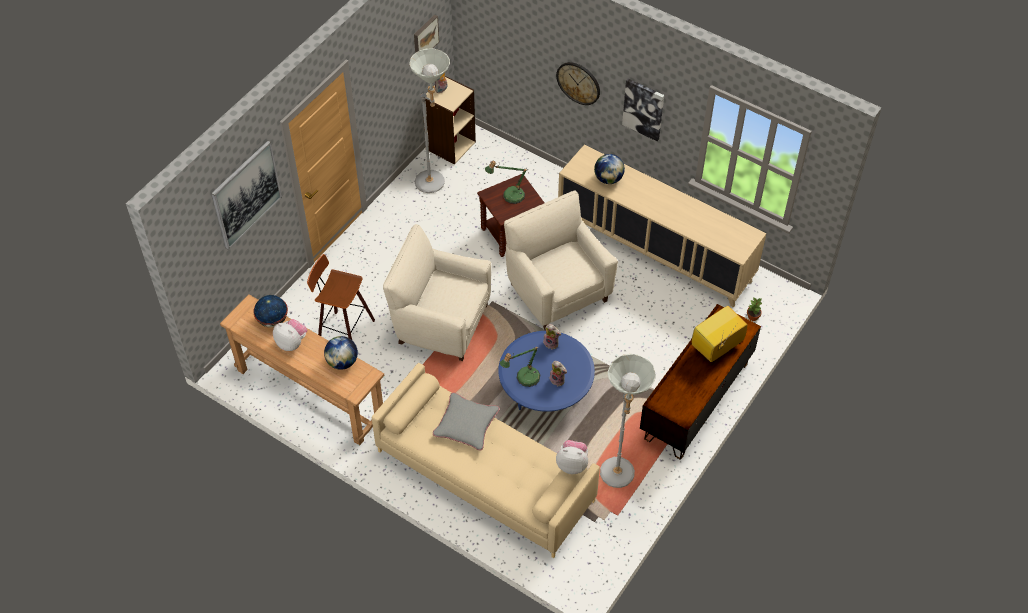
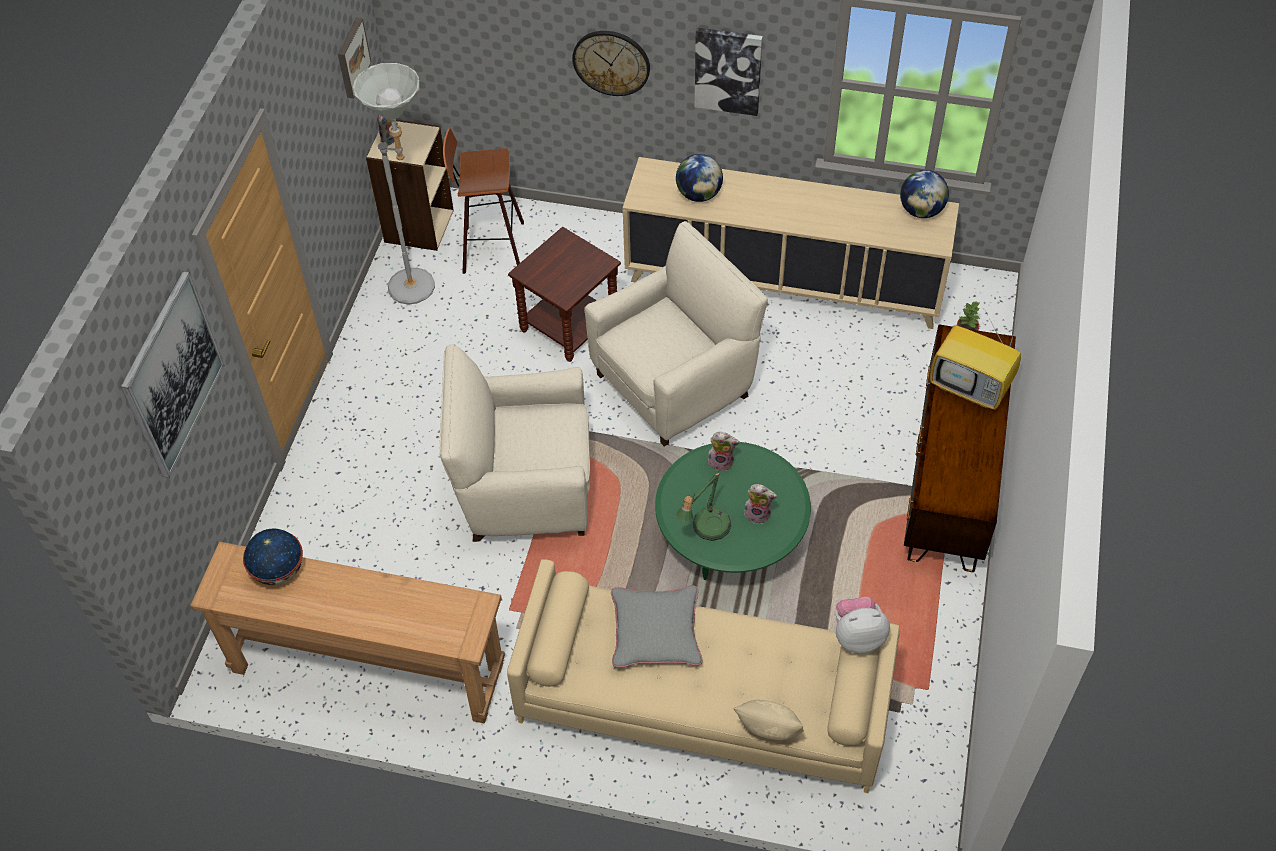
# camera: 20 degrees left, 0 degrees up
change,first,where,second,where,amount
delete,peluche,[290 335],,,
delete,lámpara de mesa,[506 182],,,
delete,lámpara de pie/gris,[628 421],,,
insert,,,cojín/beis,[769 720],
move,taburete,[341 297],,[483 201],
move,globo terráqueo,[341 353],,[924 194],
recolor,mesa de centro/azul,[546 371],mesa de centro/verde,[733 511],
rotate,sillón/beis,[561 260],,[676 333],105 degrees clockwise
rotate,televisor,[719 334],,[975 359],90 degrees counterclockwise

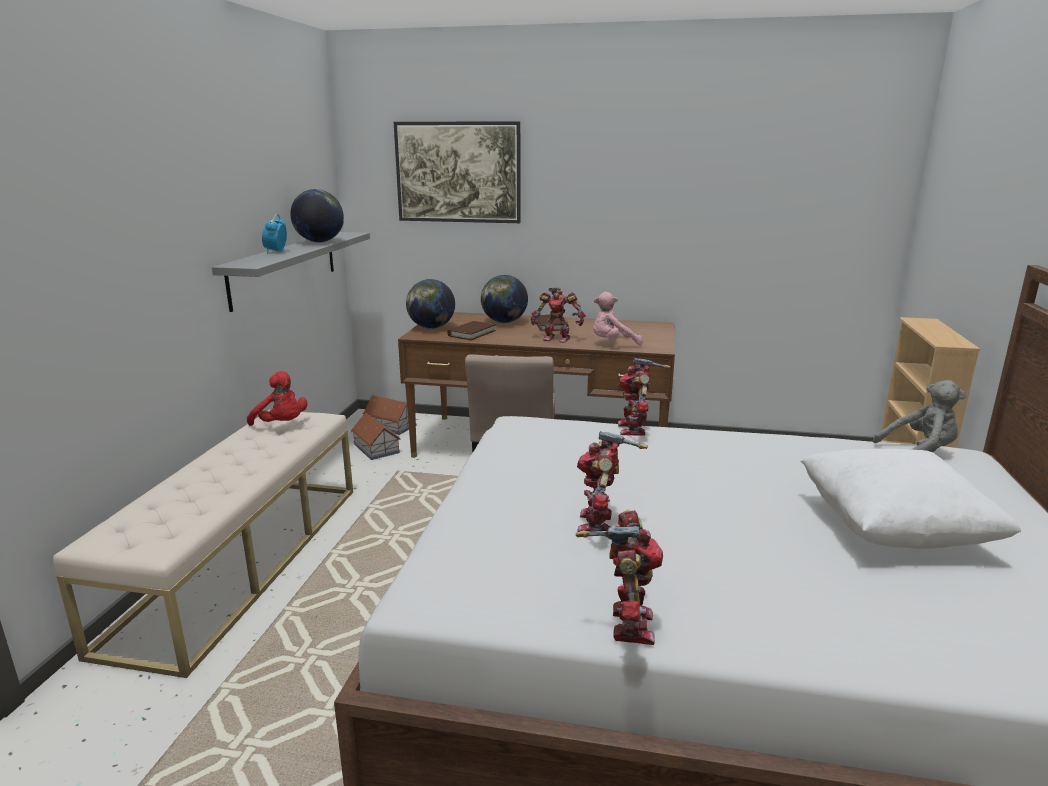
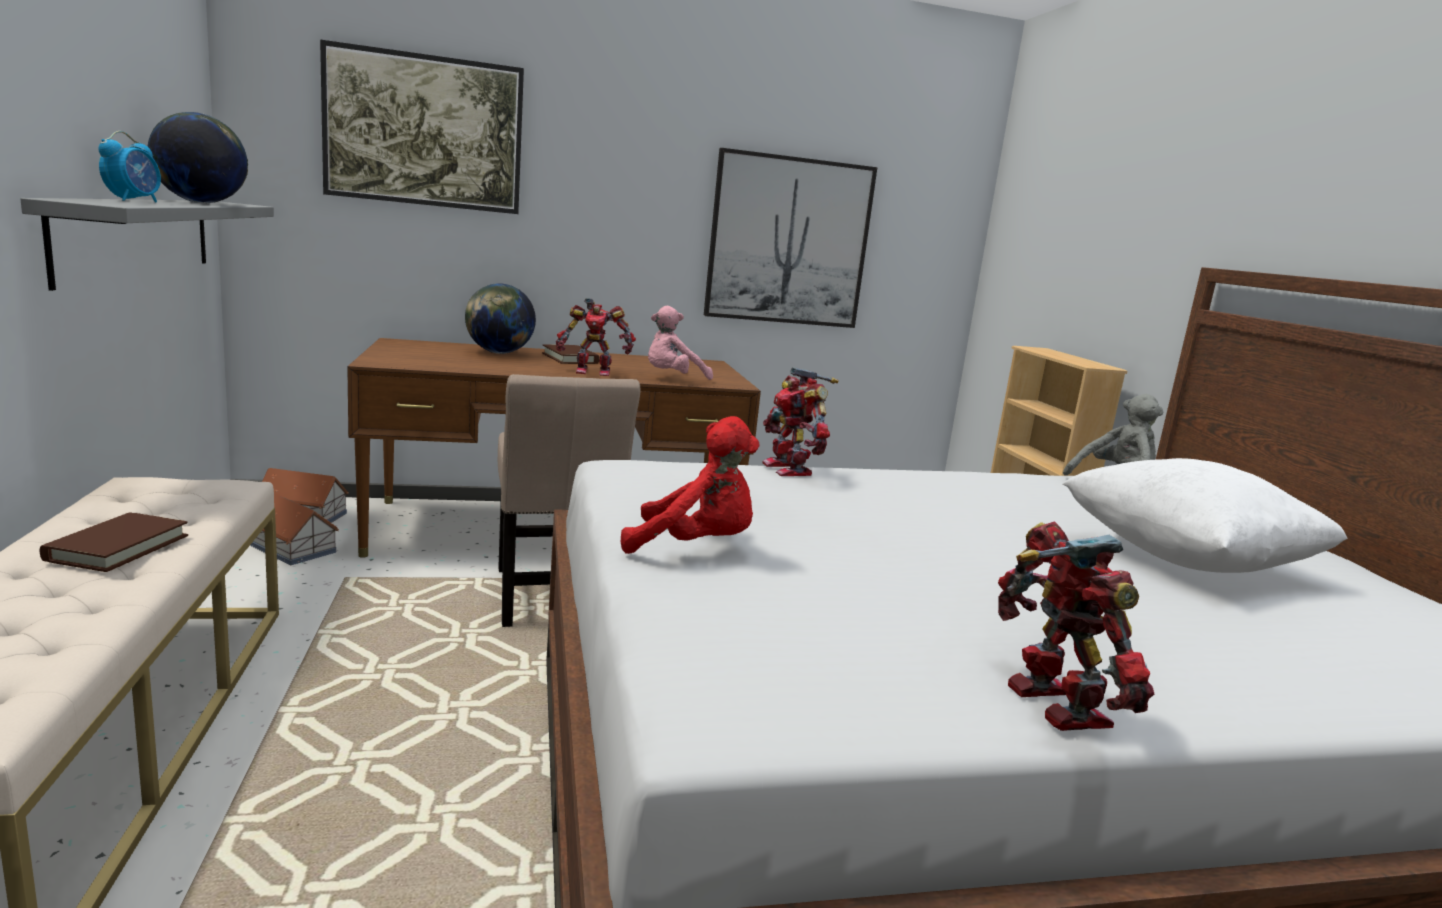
# camera: 25 degrees left, 5 degrees down
change,first,where,second,where,amount
delete,globo terráqueo,[430 304],,,
delete,robot de juguete,[612 481],,,
insert,,,cuadro,[791 238],
move,peluche/rojo,[277 398],,[690 485],
move,libro/marrón,[471 330],,[114 542],
rotate,despertador,[274 234],,[129 167],150 degrees counterclockwise

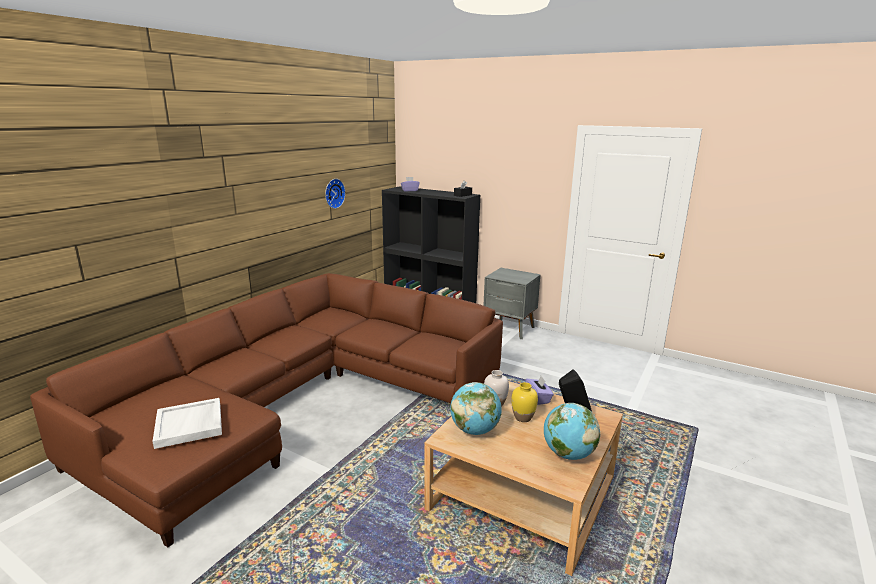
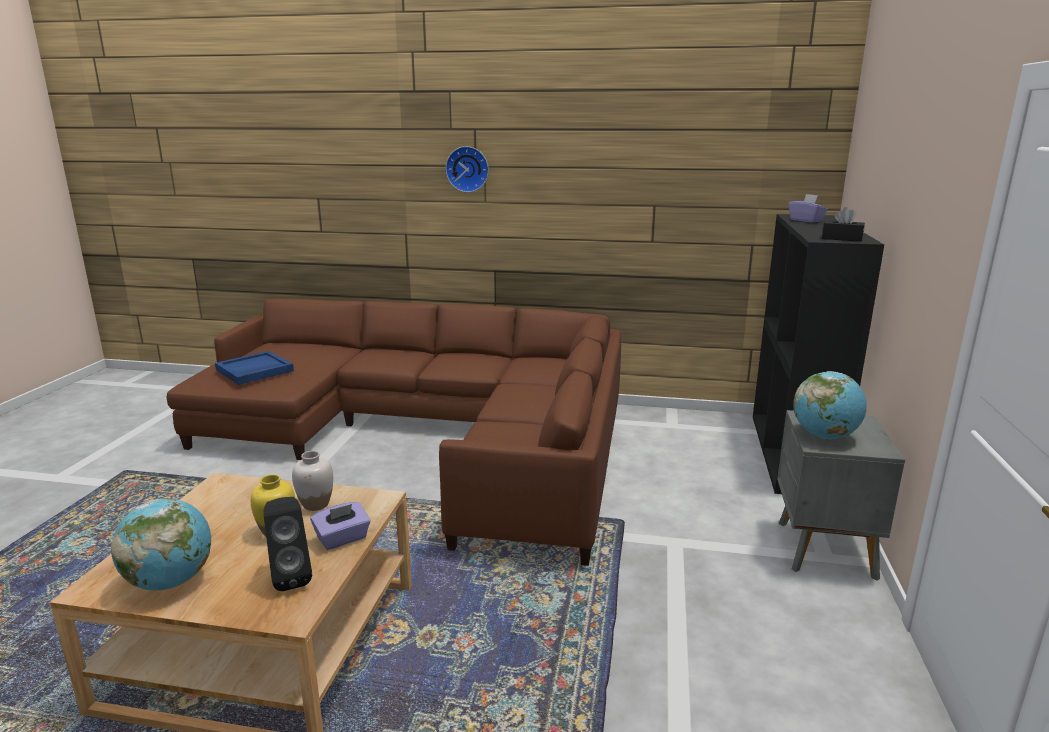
# camera: 70 degrees right, 0 degrees up
change,first,where,second,where,amount
move,reloj de pared,[335 194],,[467 169],
move,globo terráqueo,[476 408],,[830 405],
recolor,bandeja/blanco,[187 423],bandeja/azul,[254 368],

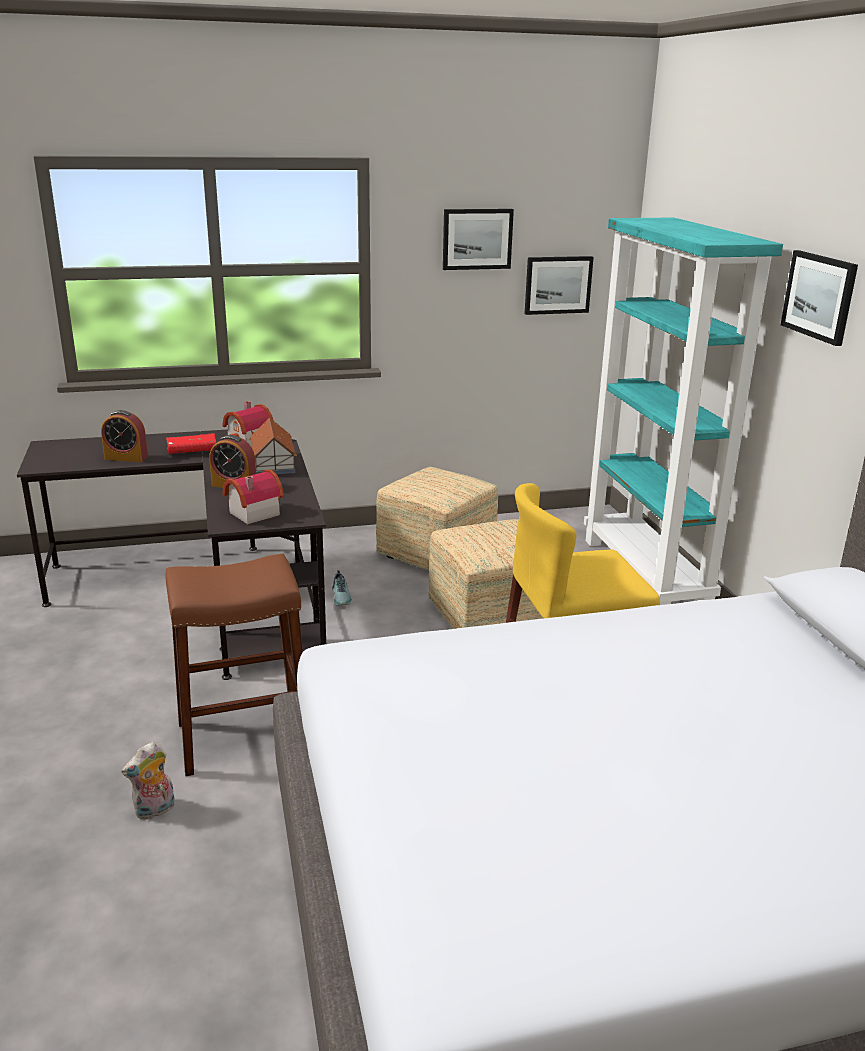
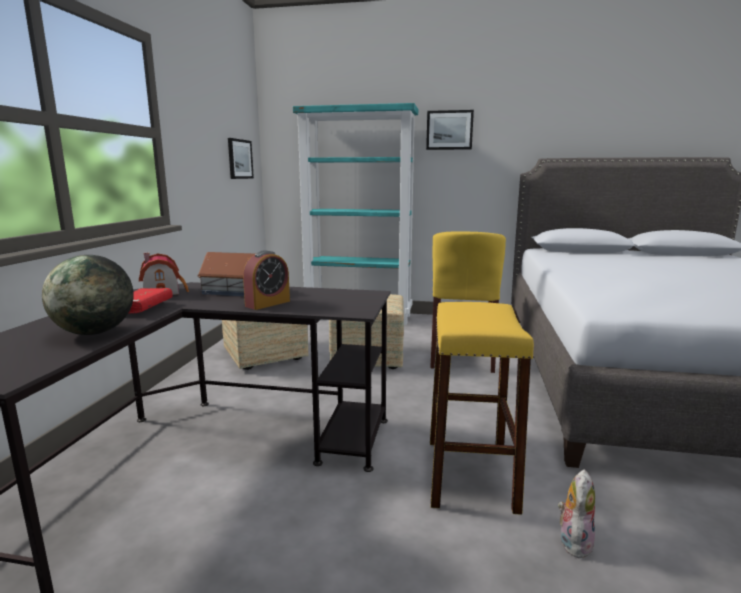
# camera: 65 degrees left, 10 degrees down
change,first,where,second,where,amount
delete,casita,[253 497],,,
delete,zapato,[342 588],,,
delete,cuadro,[478 239],,,
replace,despertador,[124 436],globo terráqueo,[88 295],
recolor,taburete/marrón,[234 665],taburete/amarillo,[482 408],
rotate,peluche,[148 780],,[576 515],135 degrees counterclockwise

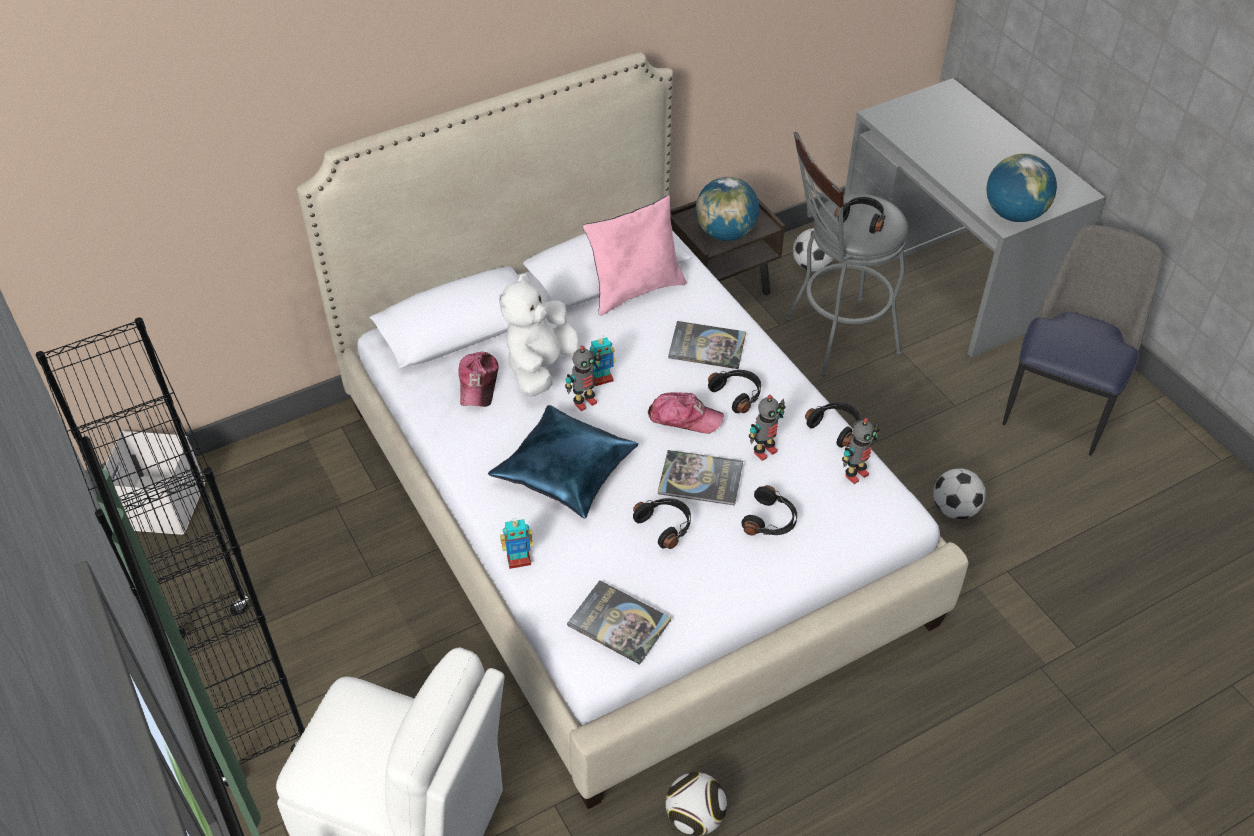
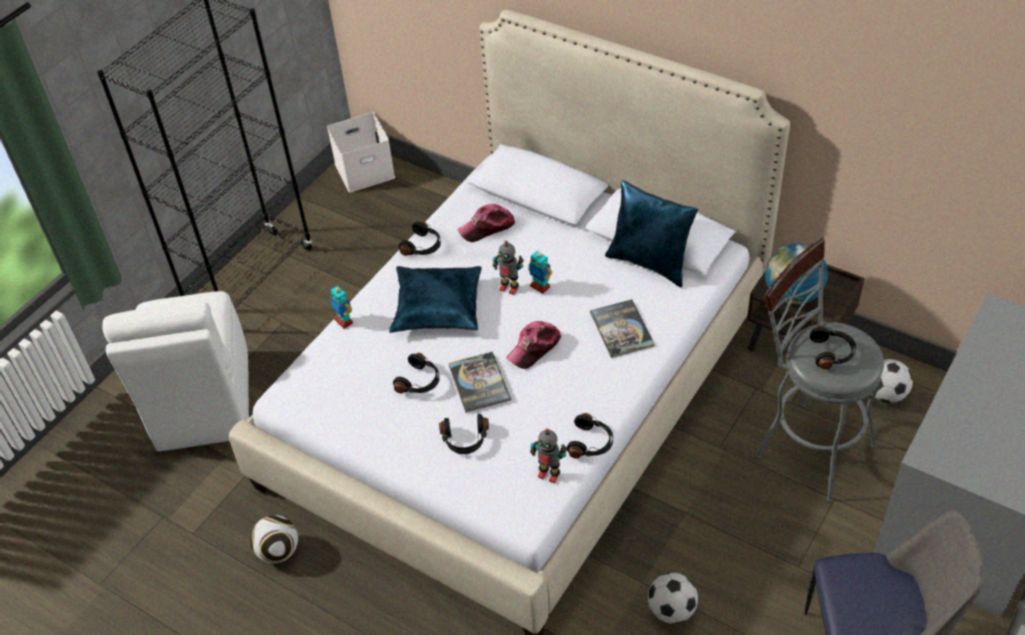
# camera: 65 degrees right, 0 degrees up
change,first,where,second,where,amount
delete,peluche/blanco,[539 335],,,
delete,libro,[619 622],,,
delete,robot de juguete,[767 428],,,
delete,globo terráqueo,[1021 188],,,
move,auriculares/negro,[734 391],,[420 238],
recolor,cojín/rosa,[635 255],cojín/azul,[651 234],
rotate,gorra,[686 412],,[533 345],60 degrees clockwise

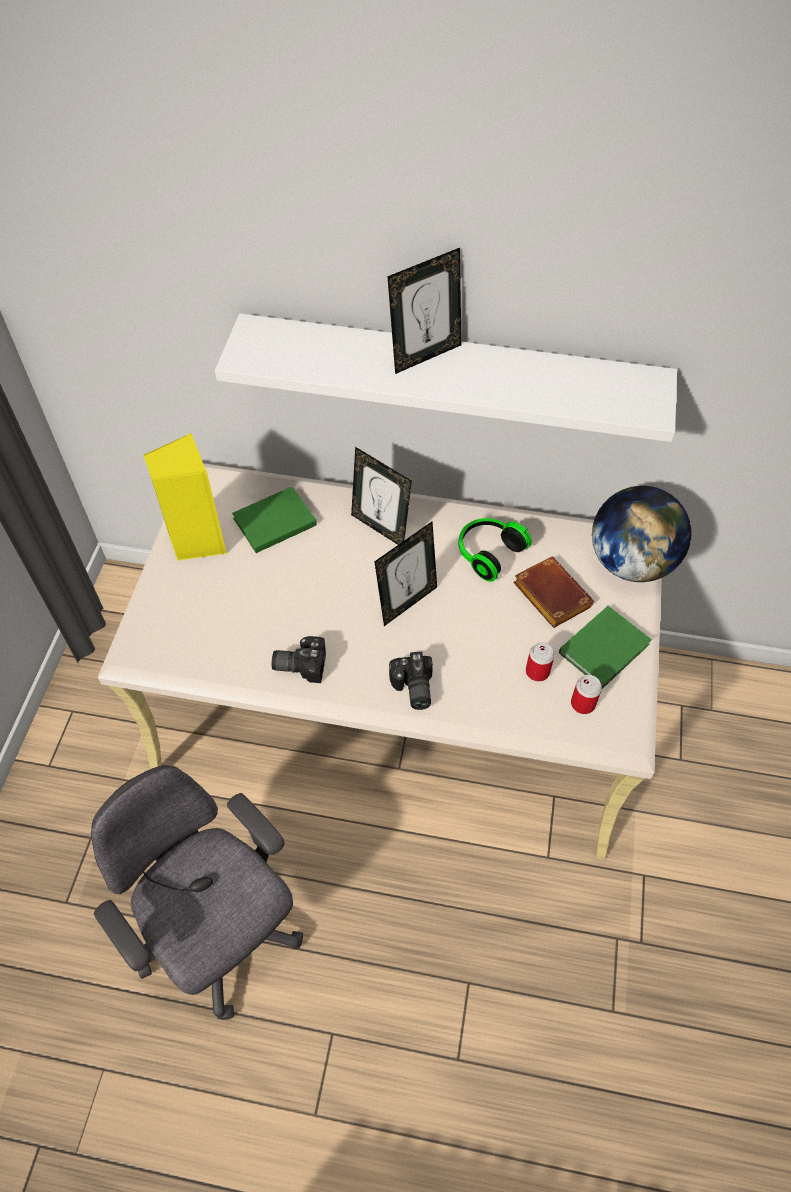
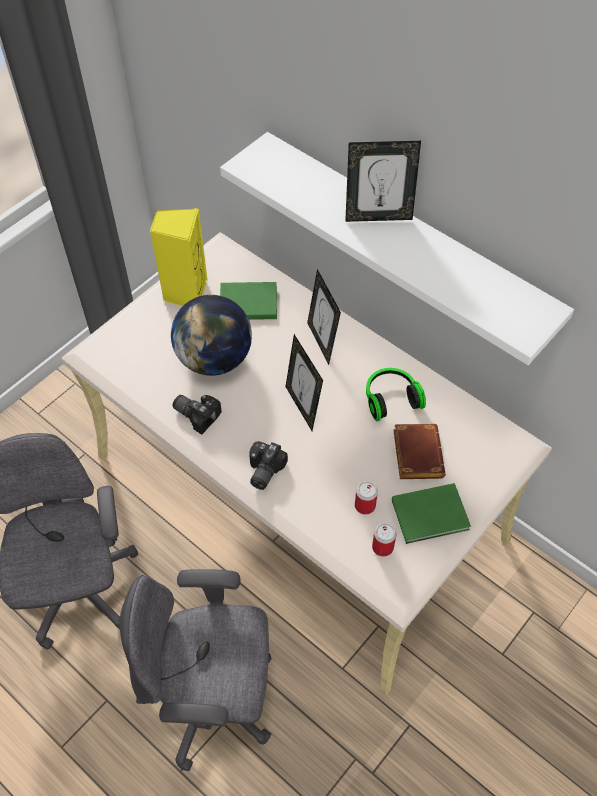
# camera: 30 degrees right, 0 degrees up
change,first,where,second,where,amount
insert,,,silla de oficina/gris,[196 670],
move,globo terráqueo,[641 534],,[211 335],
rotate,portarretratos,[405 574],,[304 382],75 degrees clockwise

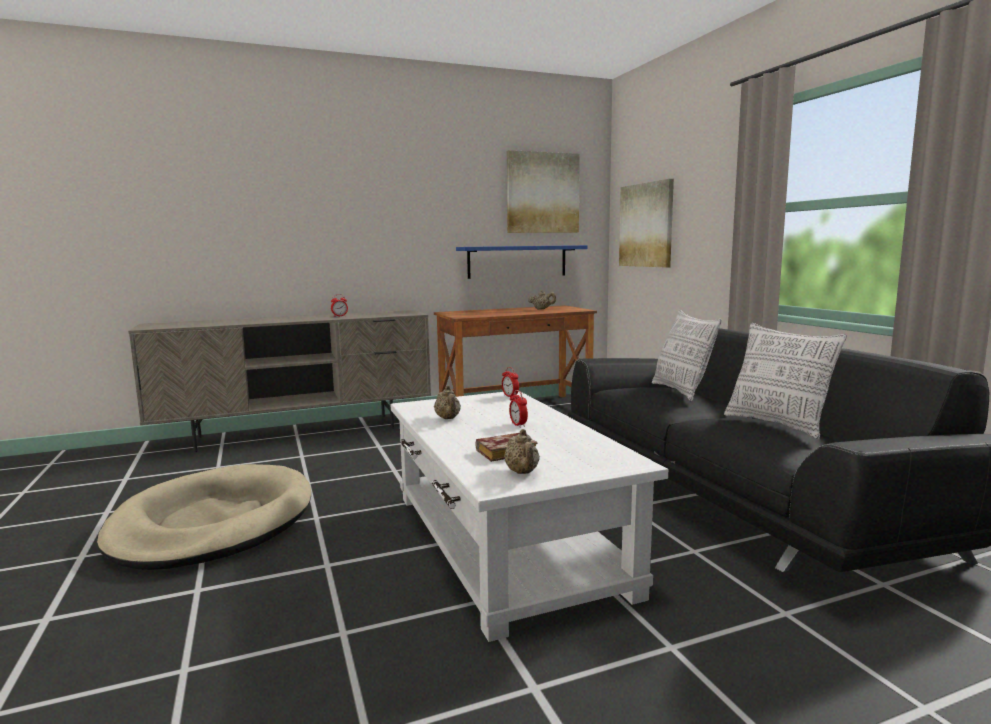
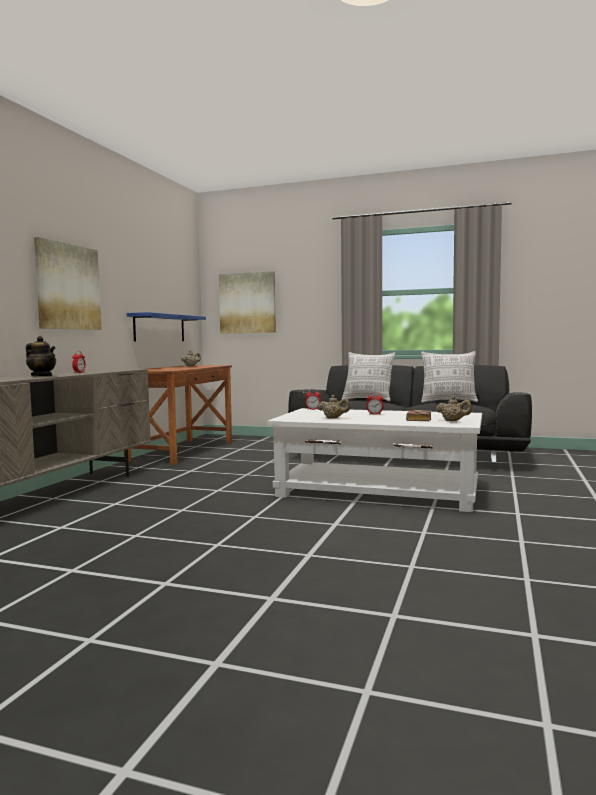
# camera: 50 degrees left, 5 degrees down
change,first,where,second,where,amount
delete,cama para perro/beis,[204 517],,,
insert,,,tetera,[41 356],
move,cuadro,[543 191],,[67 283],

